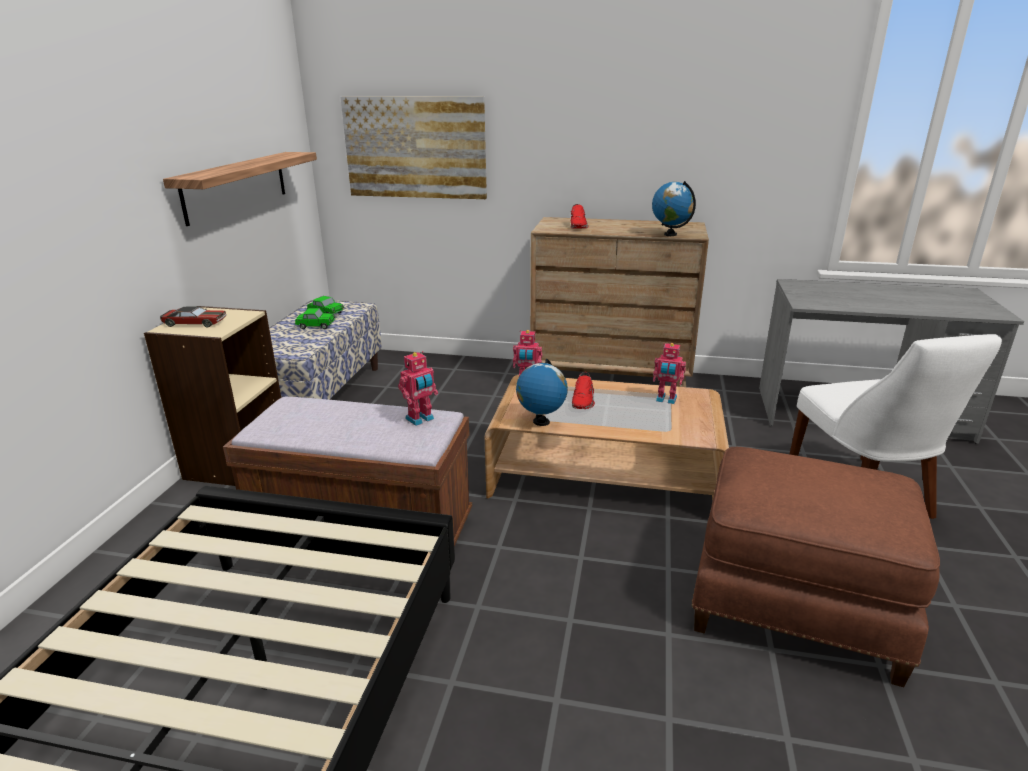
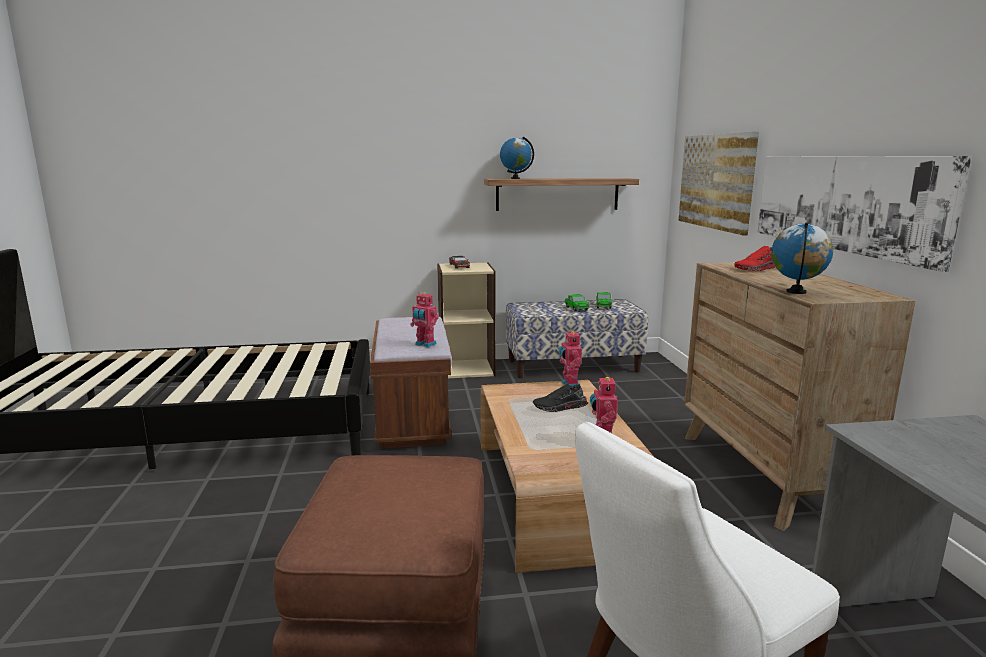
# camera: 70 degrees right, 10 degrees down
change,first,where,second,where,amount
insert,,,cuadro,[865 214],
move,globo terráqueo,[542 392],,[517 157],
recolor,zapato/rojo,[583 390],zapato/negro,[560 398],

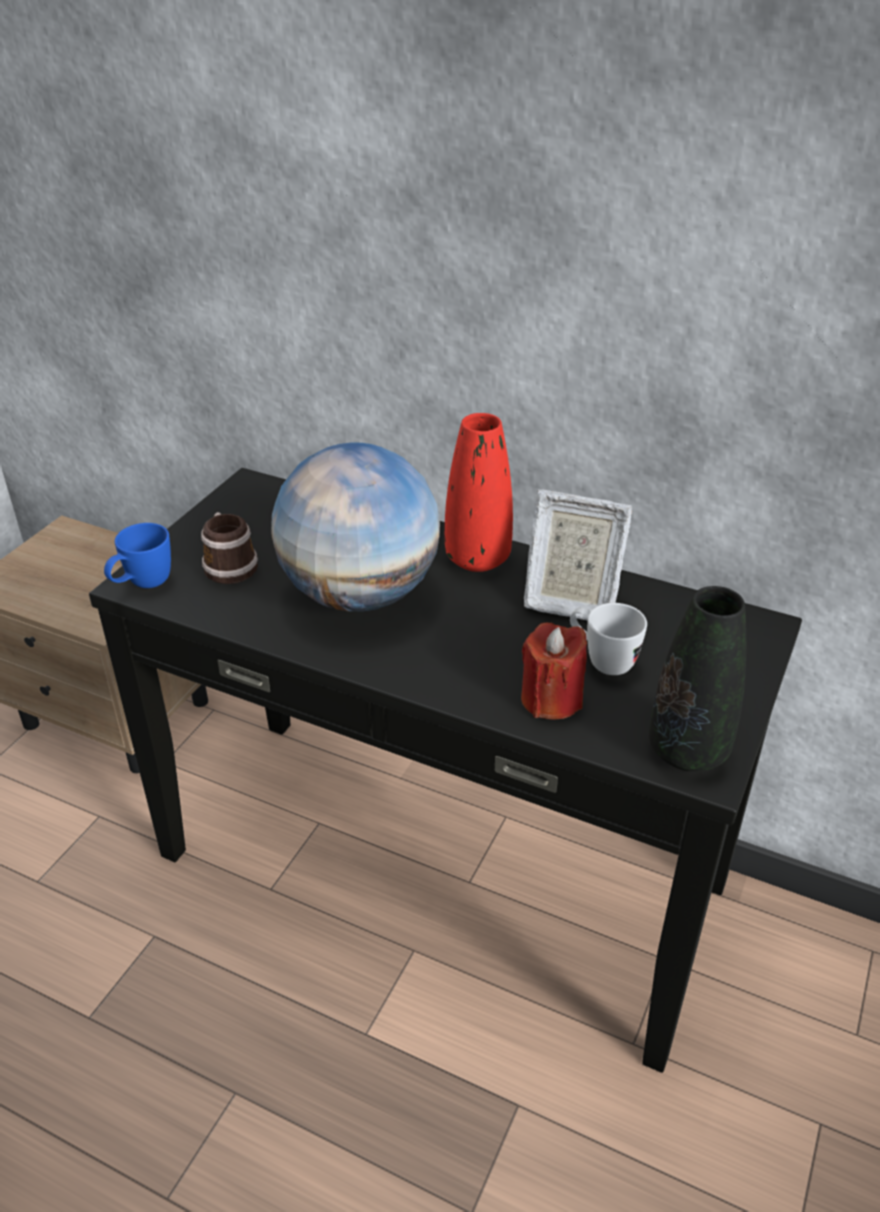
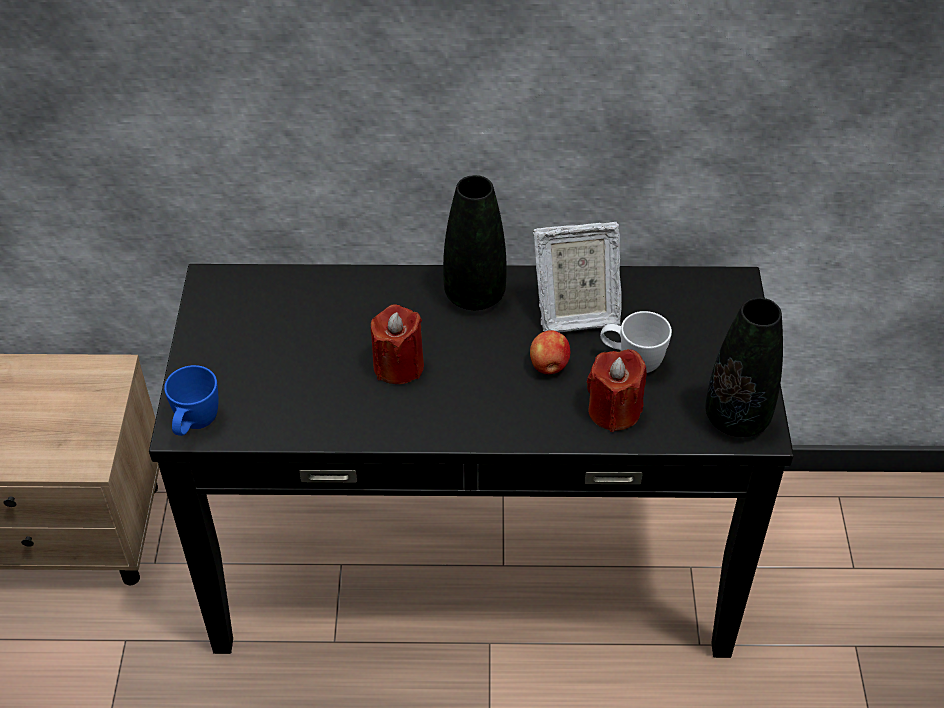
# camera: 25 degrees left, 10 degrees up
change,first,where,second,where,amount
delete,taza grande,[229 548],,,
insert,,,manzana,[550 352],
replace,globo terráqueo,[355 527],vela/rojo,[397 344],
recolor,florero/rojo,[479 492],florero/negro,[475 242],

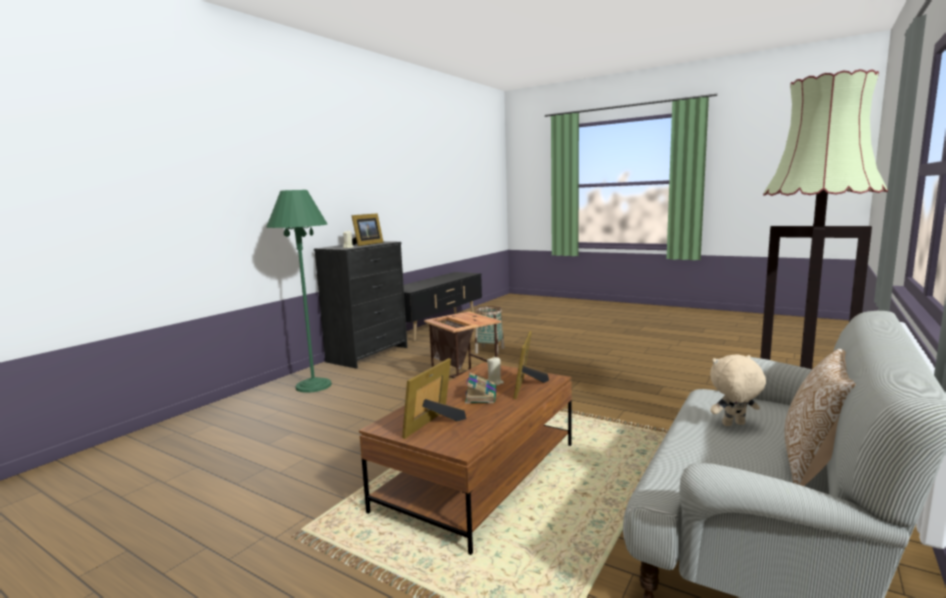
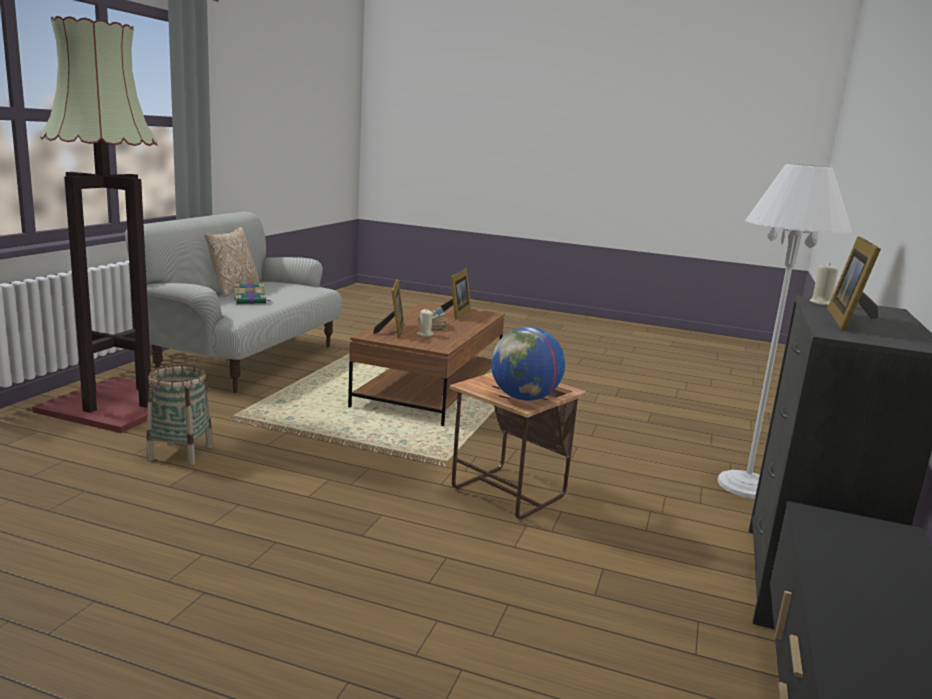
# camera: 165 degrees right, 5 degrees up
change,first,where,second,where,amount
insert,,,globo terráqueo,[528 364],
move,cesta,[490 330],,[179 414],
replace,peluche/beis,[738 390],libro,[252 293],
recolor,lámpara de pie/verde,[299 291],lámpara de pie/blanco,[784 331],

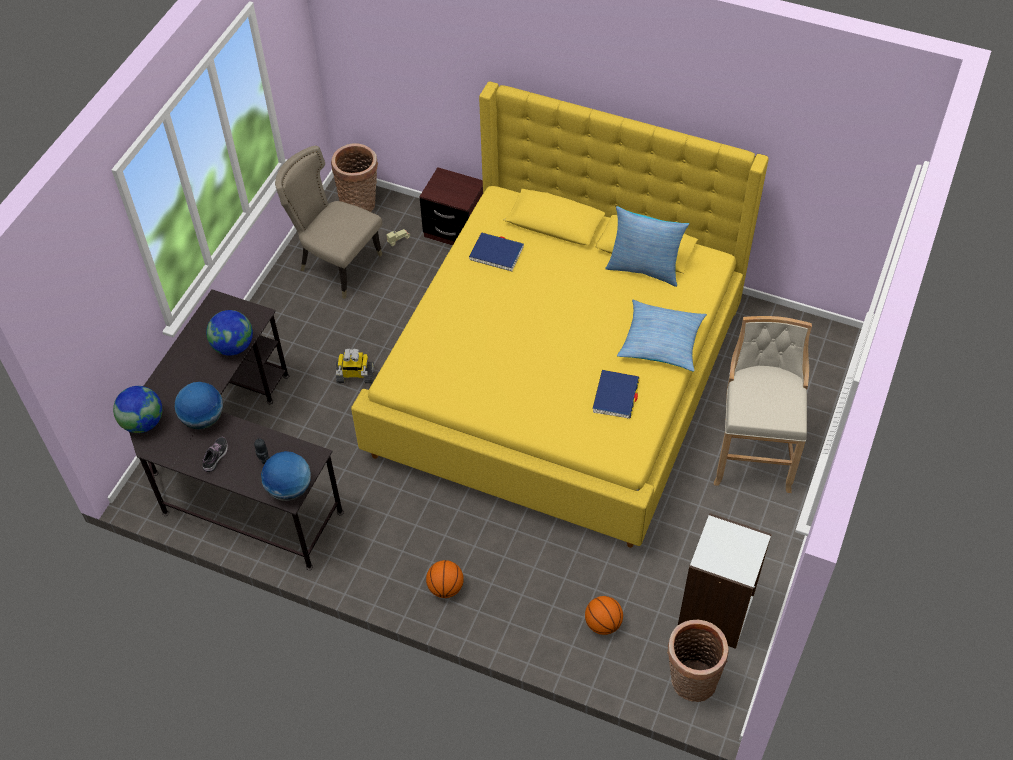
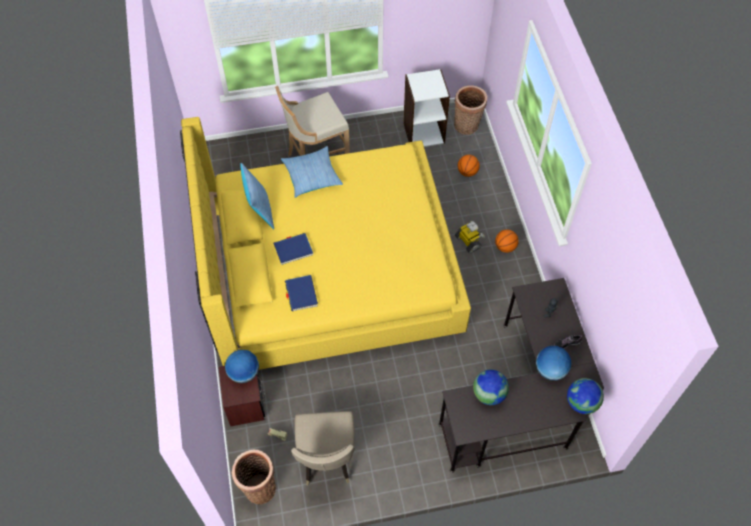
# camera: 125 degrees left, 5 degrees up
change,first,where,second,where,amount
move,globo terráqueo,[286 476],,[242 366],
move,robot de juguete,[355 365],,[470 237],
move,libro/azul,[616 394],,[293 249],

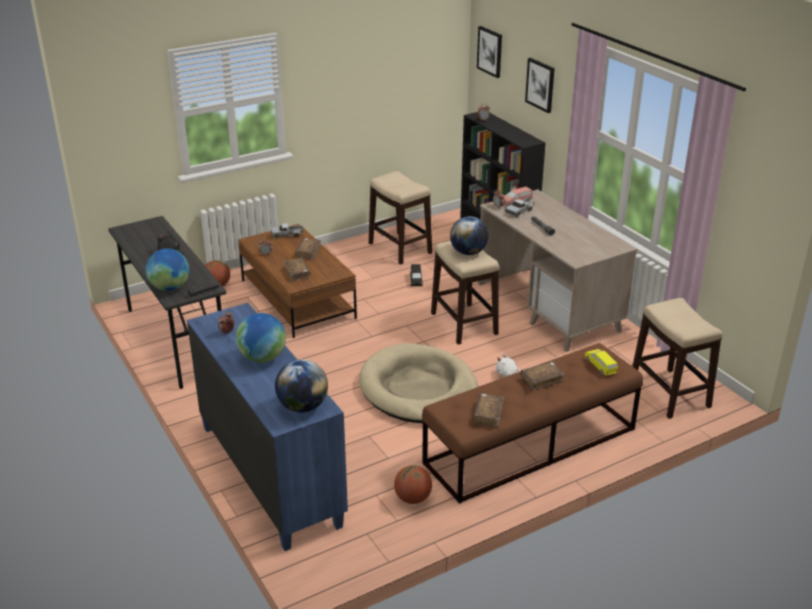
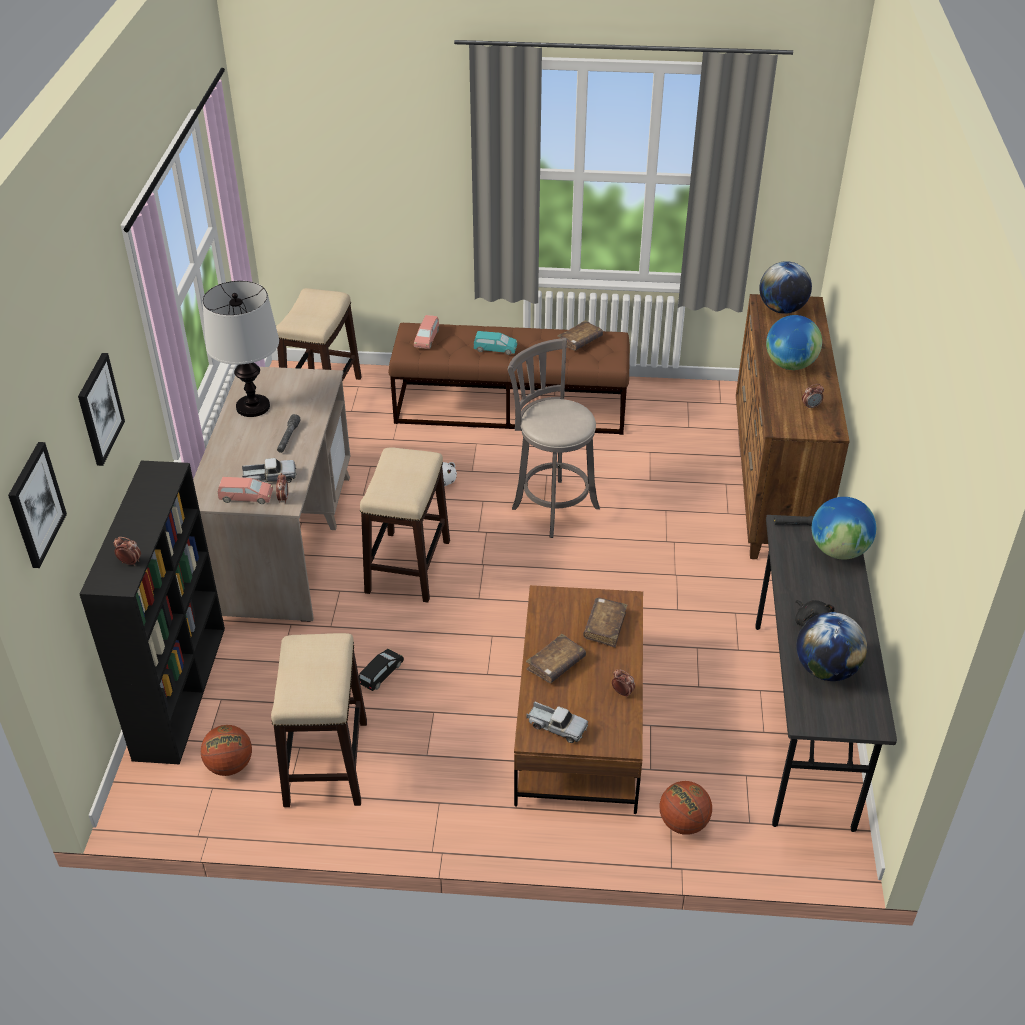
# camera: 145 degrees left, 10 degrees up
change,first,where,second,where,amount
insert,,,lámpara de mesa,[240 349],
move,balón de baloncesto,[413 484],,[226 750],
move,globo terráqueo,[469 235],,[832 646],
replace,cama para perro/beis,[418 383],taburete/gris,[554 438],
replace,libro/marrón,[543 375],coche de juguete/turquesa,[495 343],
recolor,cómoda/azul,[267 427],cómoda/marrón,[793 426],
recolor,coche de juguete/amarillo,[601 362],coche de juguete/rosa,[426 332],

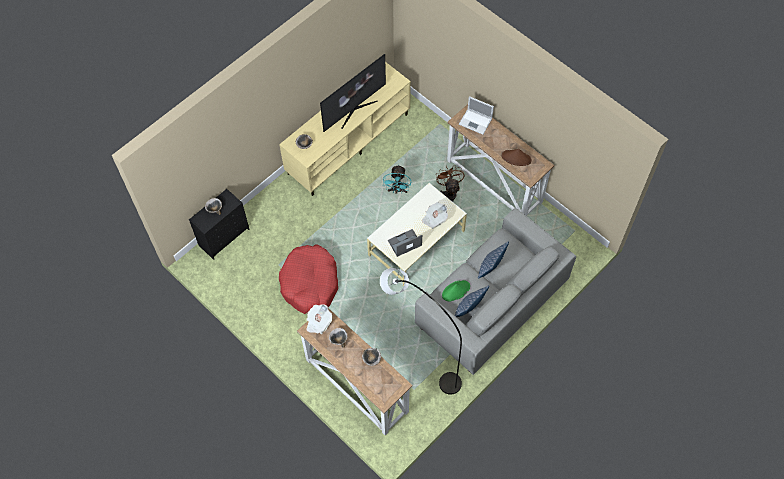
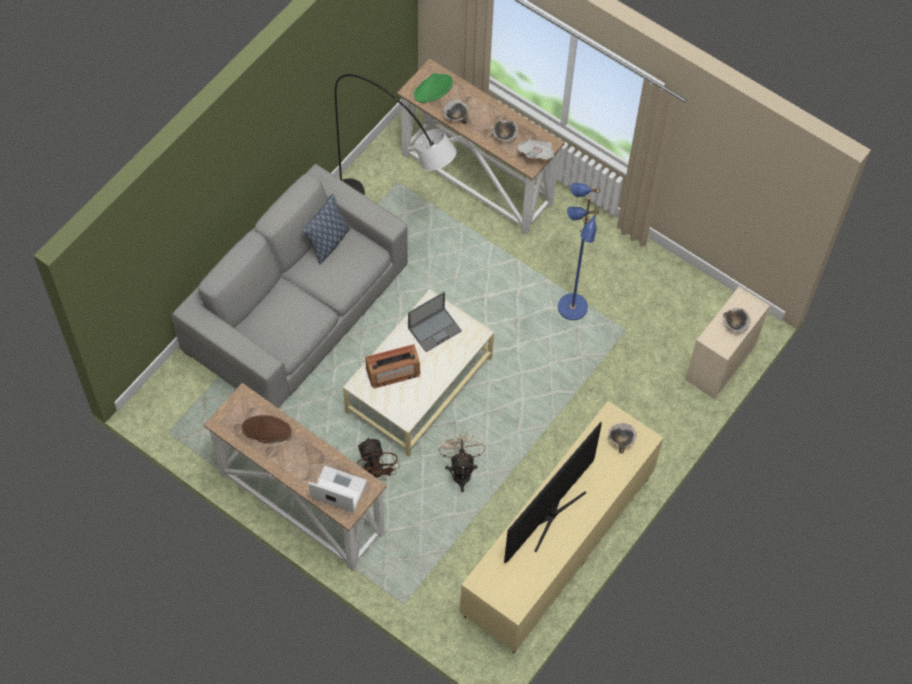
# camera: 170 degrees right, 0 degrees up
change,first,where,second,where,amount
delete,cojín,[493 260],,,
move,sombrero/verde,[456 291],,[433 88],
replace,cama para perro/rojo,[308 279],lámpara de pie/azul,[579 251],
replace,periódico,[435 215],radio,[392 366],
recolor,cómoda/negro,[219 224],cómoda/beis,[727 342],
recolor,ventilador/turquesa,[397 179],ventilador/beis,[462 461],

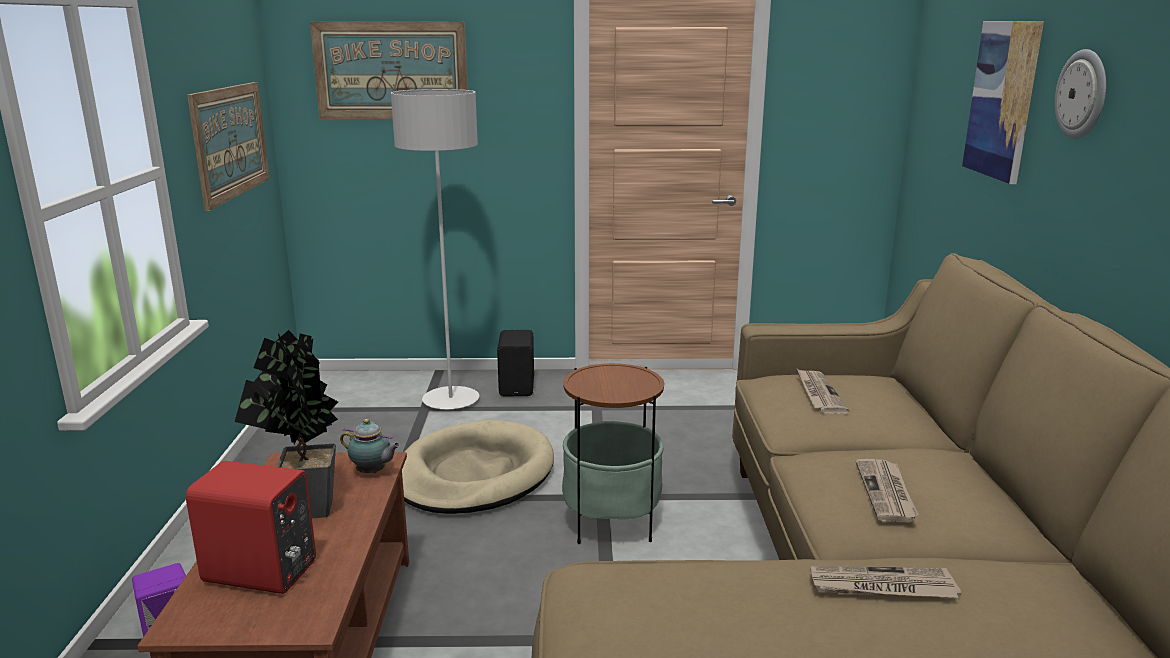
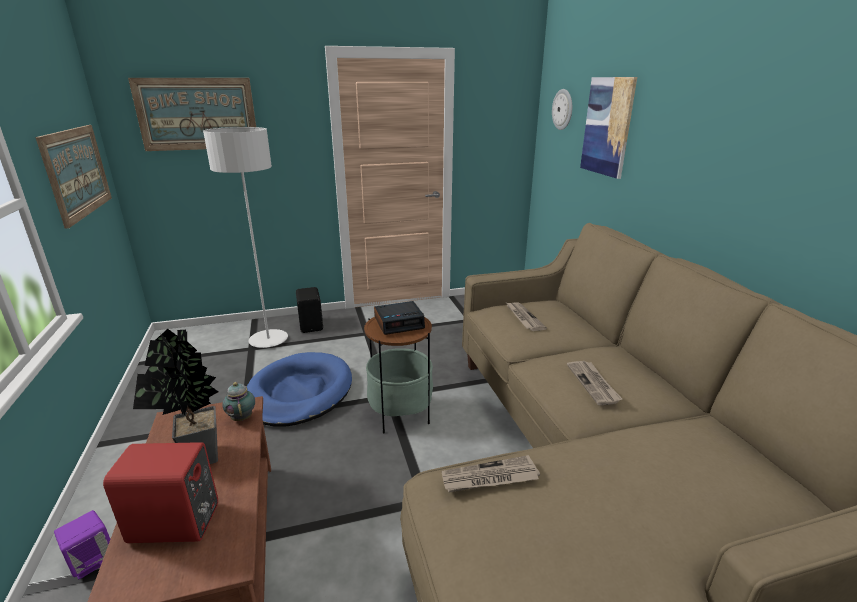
# camera: 15 degrees left, 5 degrees up
change,first,where,second,where,amount
insert,,,despertador,[399 318],
move,periódico,[885 582],,[490 474],
move,reloj de pared,[1080 94],,[562 109],
recolor,cama para perro/beis,[478 467],cama para perro/azul,[299 389],
rotate,tetera,[370 446],,[238 401],120 degrees counterclockwise

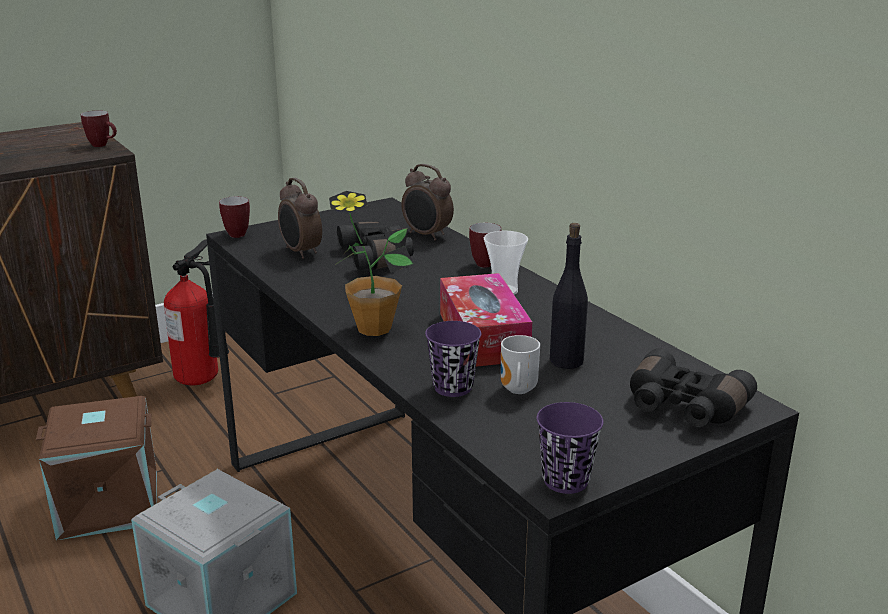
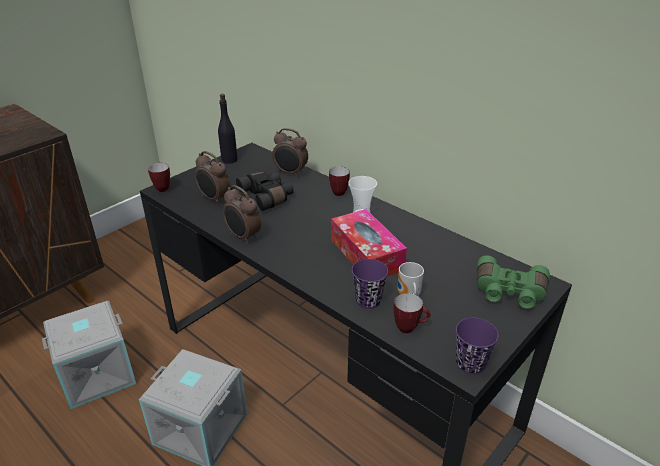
# camera: 15 degrees left, 10 degrees up
change,first,where,second,where,amount
delete,extintor,[196 312],,,
delete,planta en maceta,[371 263],,,
insert,,,despertador,[242 214],
move,taza grande,[99 128],,[412 313],
move,botella/negro,[569 296],,[228 129],
recolor,caja de almacenaje/marrón,[96 468],caja de almacenaje/gris,[89 355],
recolor,prismáticos/negro,[693 387],prismáticos/verde,[513 282],

